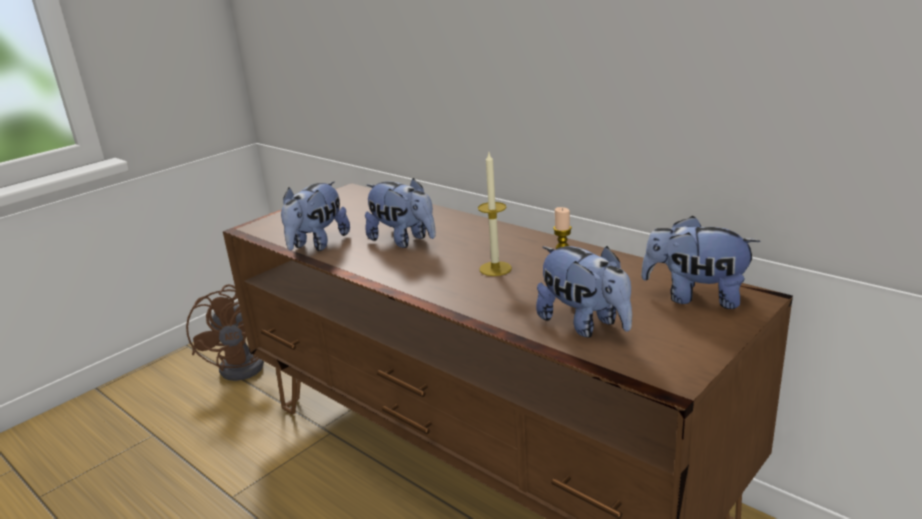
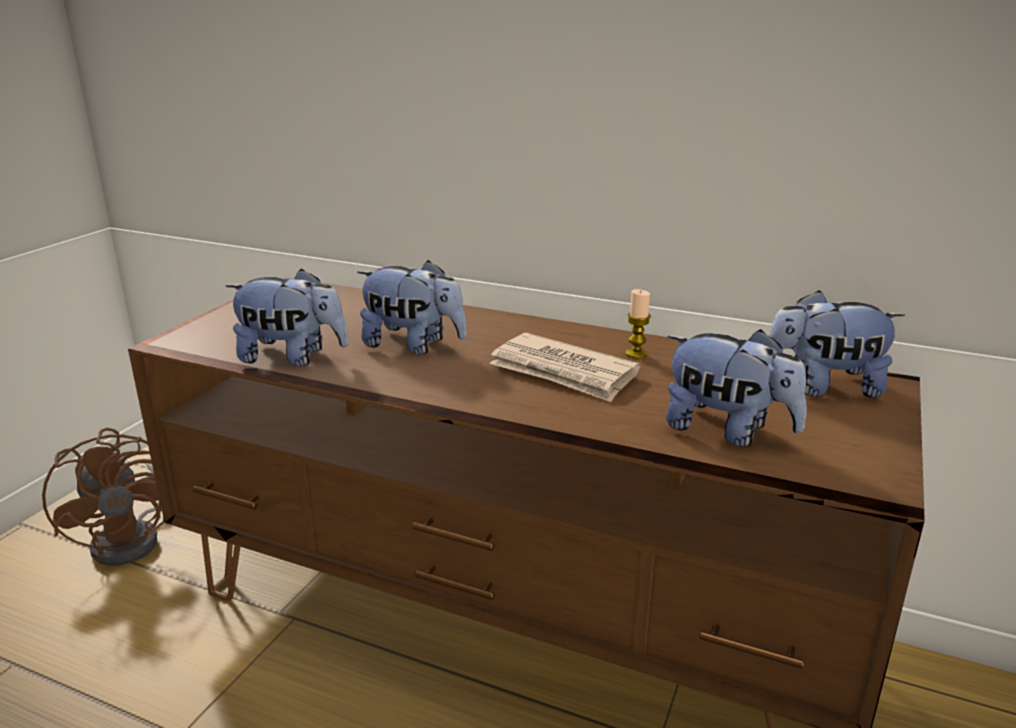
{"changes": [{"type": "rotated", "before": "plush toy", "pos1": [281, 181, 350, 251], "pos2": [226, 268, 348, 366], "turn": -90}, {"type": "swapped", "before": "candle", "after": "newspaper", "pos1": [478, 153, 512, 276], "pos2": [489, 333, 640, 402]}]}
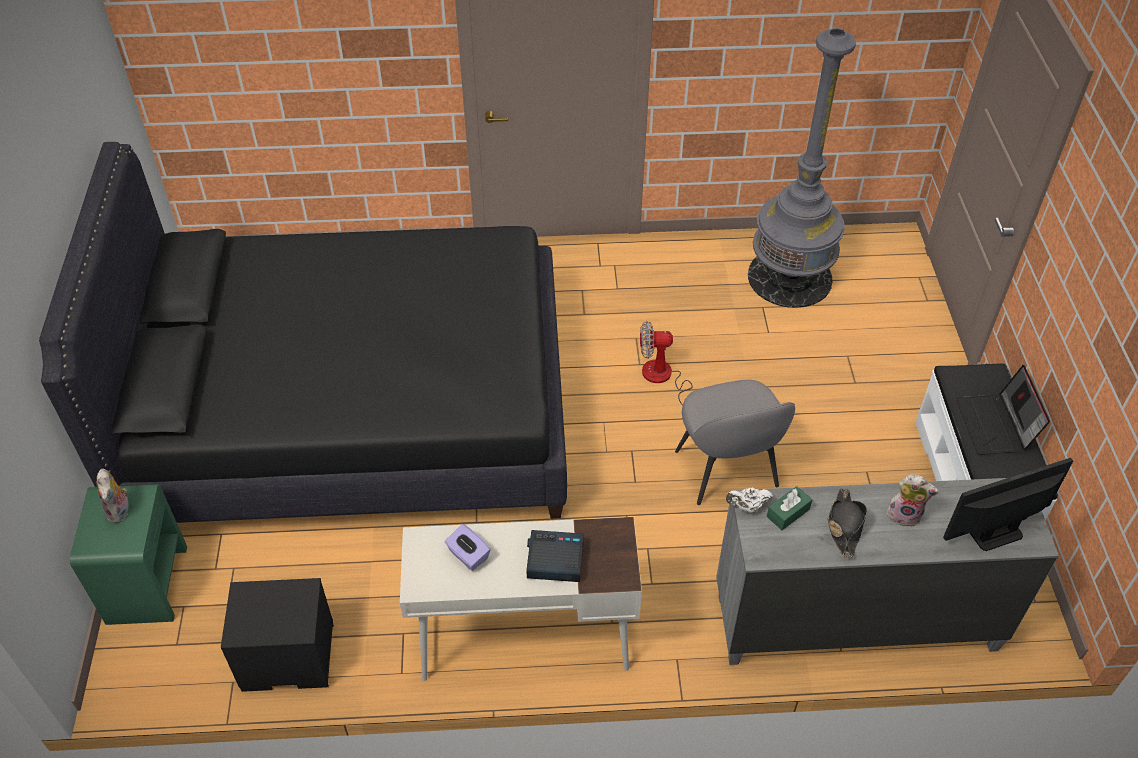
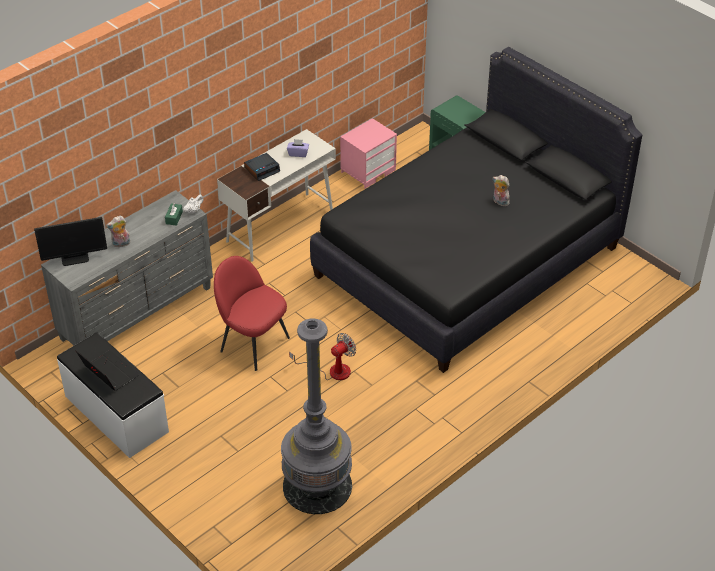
{"changes": [{"type": "shifted", "before": "plush toy", "pos1": [96, 469, 129, 523], "pos2": [493, 175, 510, 206]}, {"type": "repainted", "before": "black nightstand", "after": "pink nightstand", "pos1": [221, 578, 334, 692], "pos2": [340, 118, 397, 189]}, {"type": "repainted", "before": "grey chair", "after": "red chair", "pos1": [675, 379, 795, 505], "pos2": [214, 256, 290, 371]}, {"type": "gone", "before": "black hat", "pos1": [828, 488, 867, 558]}, {"type": "rotated", "before": "monitor", "pos1": [943, 458, 1073, 551], "pos2": [34, 217, 107, 266], "turn": 45}]}
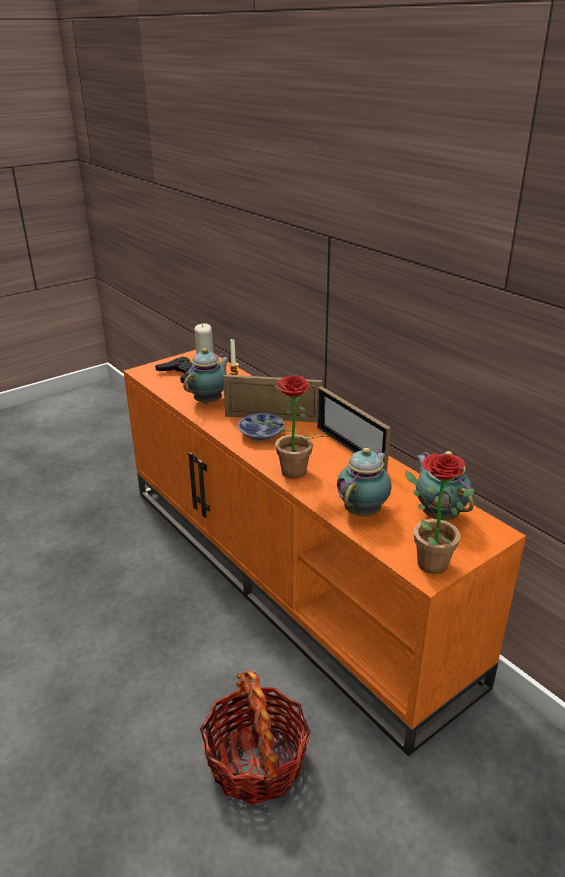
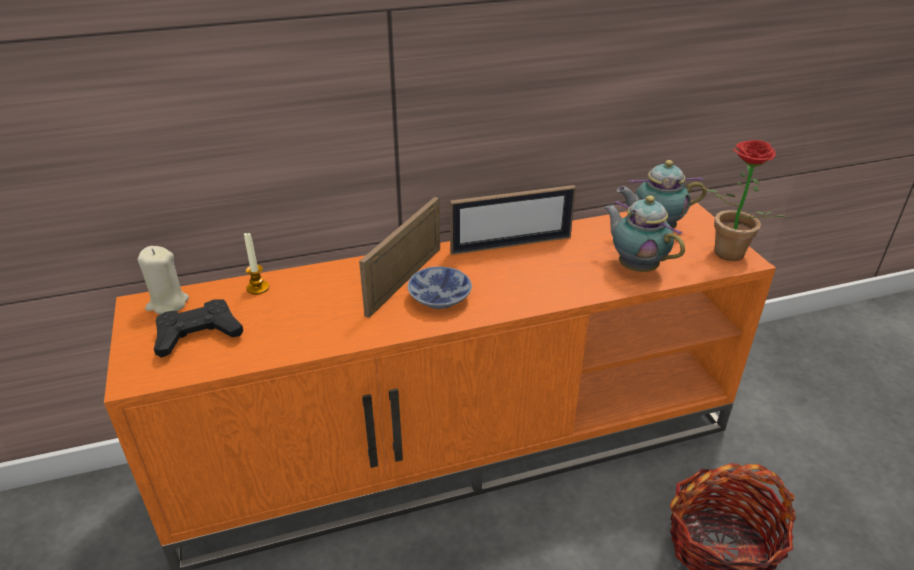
{"changes": [{"type": "gone", "before": "teapot", "pos1": [184, 348, 230, 404]}, {"type": "gone", "before": "potted plant", "pos1": [255, 375, 331, 479]}]}
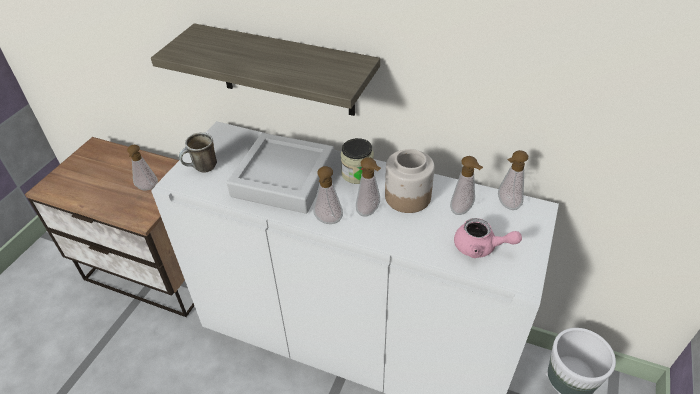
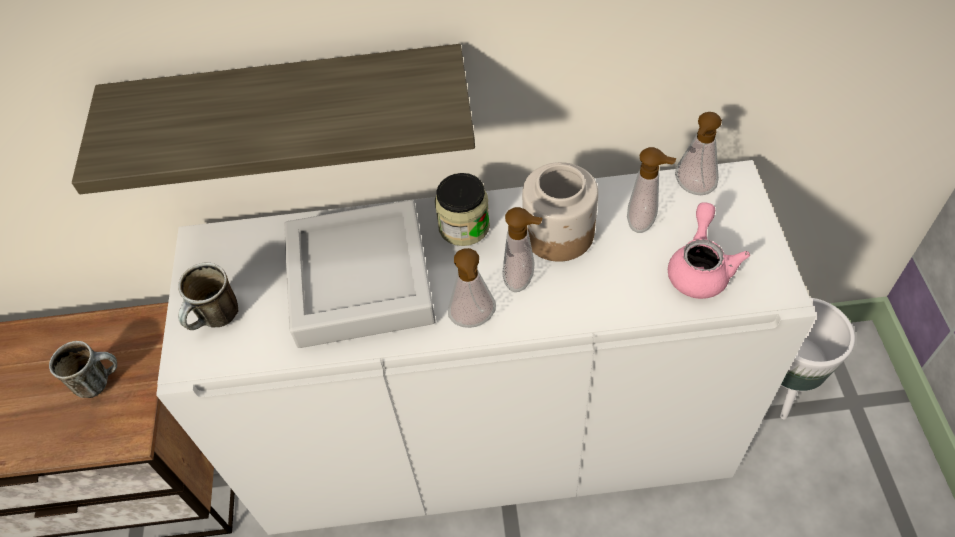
{"changes": [{"type": "swapped", "before": "soap dispenser", "after": "mug", "pos1": [127, 145, 158, 190], "pos2": [49, 341, 117, 398]}, {"type": "rotated", "before": "pink teapot", "pos1": [454, 218, 522, 258], "pos2": [668, 203, 750, 299], "turn": -75}]}
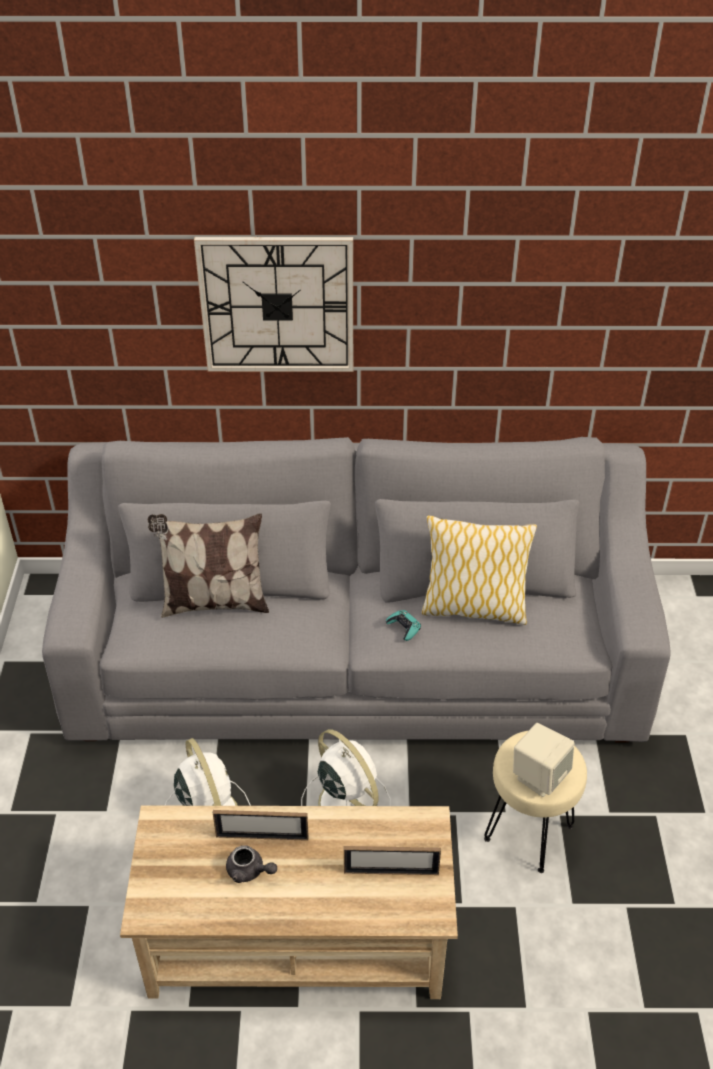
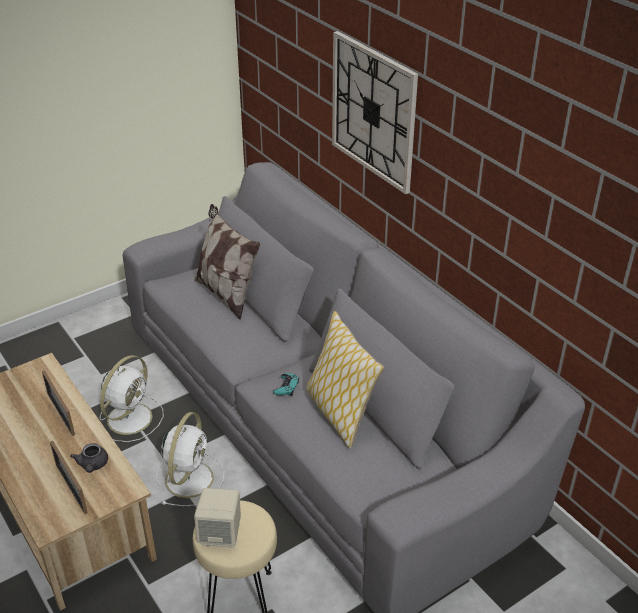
{"changes": [{"type": "shifted", "before": "grey teapot", "pos1": [226, 845, 277, 883], "pos2": [70, 443, 108, 473]}]}
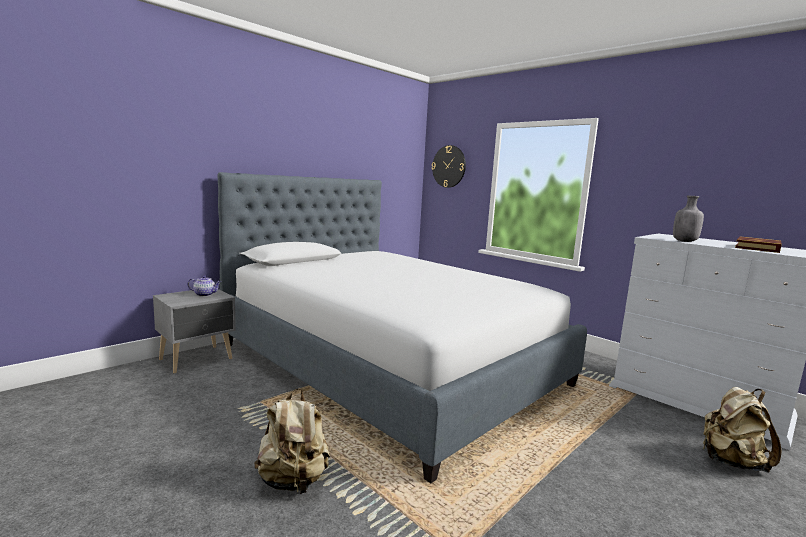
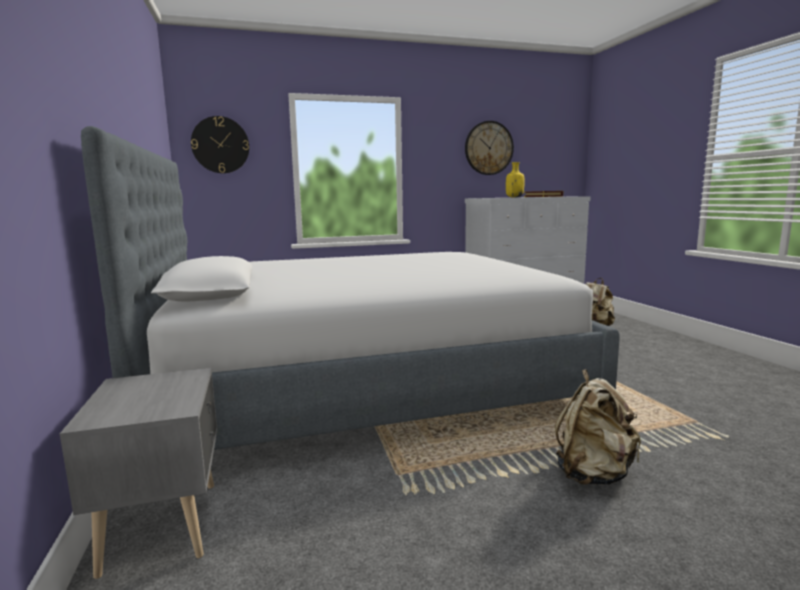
{"changes": [{"type": "gone", "before": "teapot", "pos1": [187, 275, 221, 296]}, {"type": "repainted", "before": "grey bottle", "after": "yellow bottle", "pos1": [673, 195, 704, 242], "pos2": [506, 162, 524, 197]}, {"type": "new", "after": "wall clock", "pos2": [465, 121, 514, 175]}]}
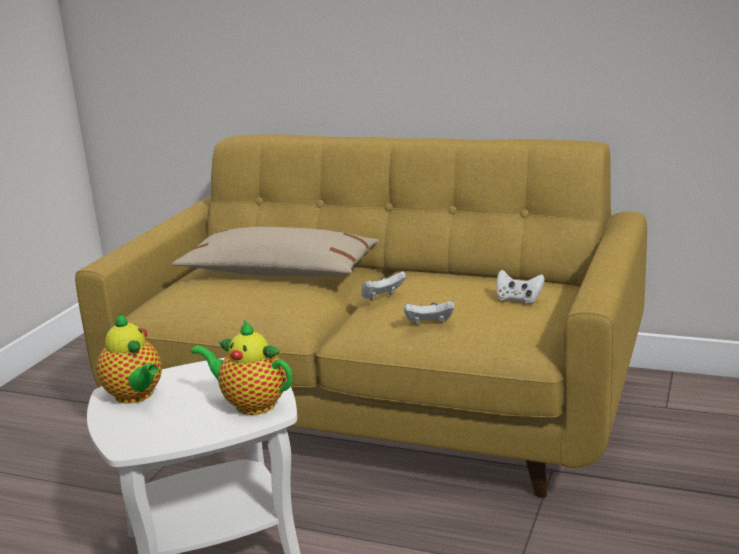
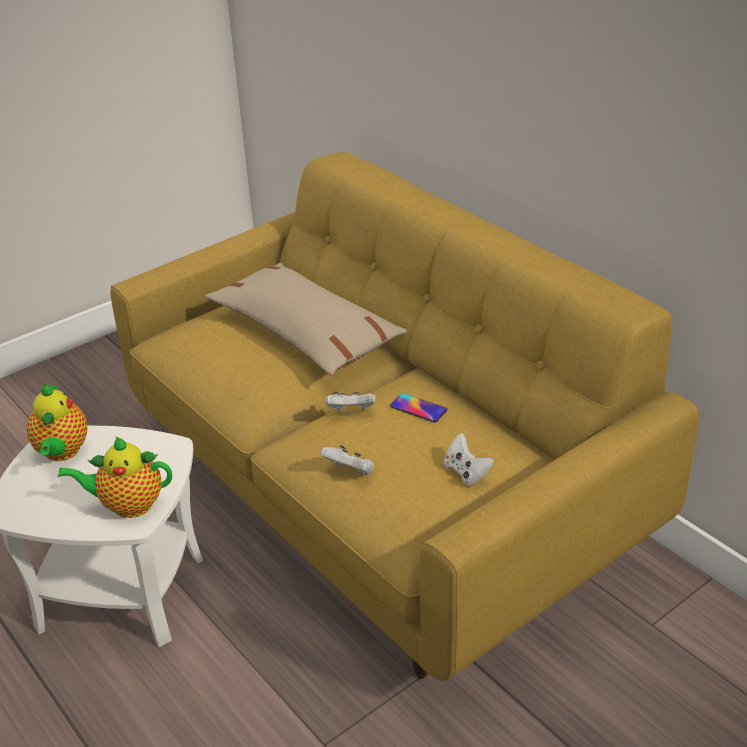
{"changes": [{"type": "rotated", "before": "teapot", "pos1": [191, 319, 293, 415], "pos2": [58, 436, 172, 518], "turn": -60}, {"type": "new", "after": "phone", "pos2": [390, 393, 448, 423]}]}
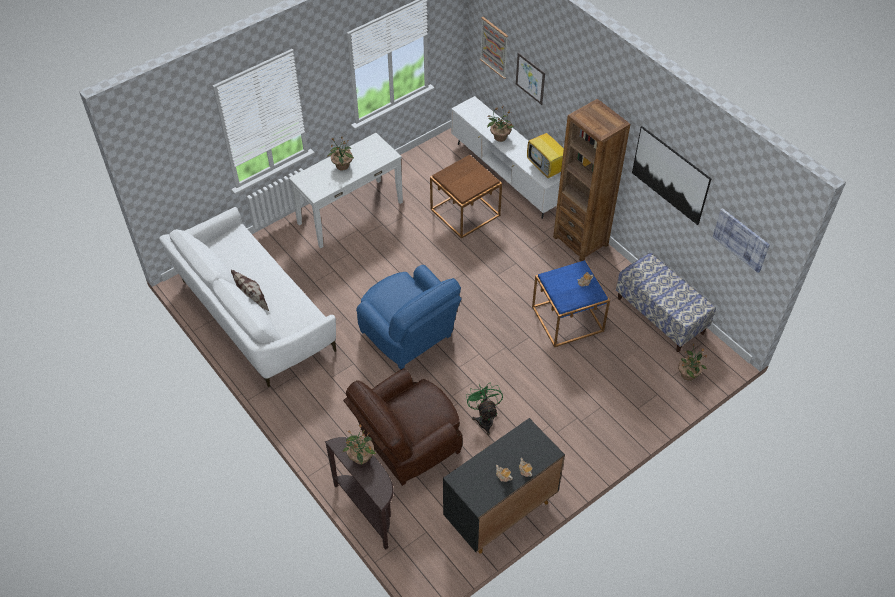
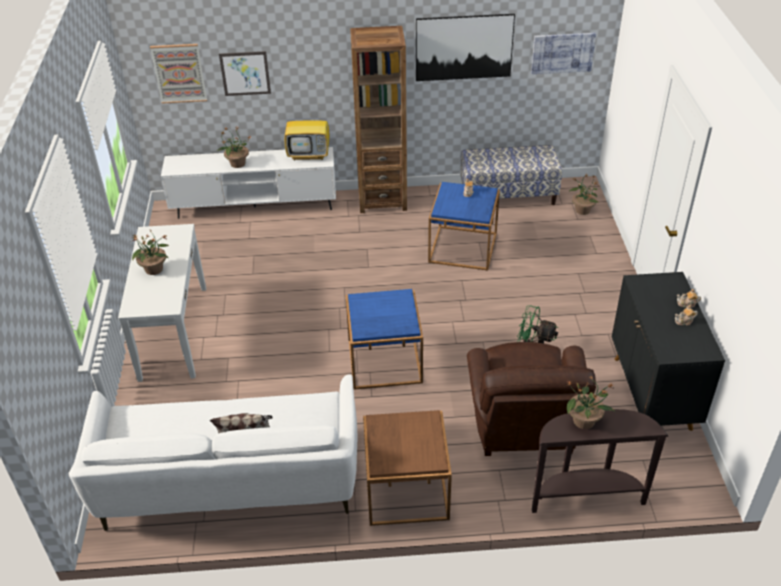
{"changes": [{"type": "swapped", "before": "blue armchair", "after": "blue side table", "pos1": [356, 265, 462, 369], "pos2": [346, 289, 423, 390]}, {"type": "shifted", "before": "brown side table", "pos1": [430, 155, 502, 239], "pos2": [363, 410, 452, 526]}]}
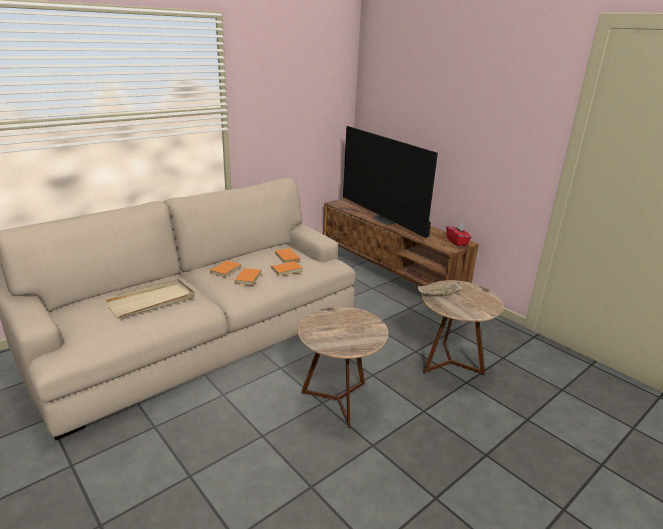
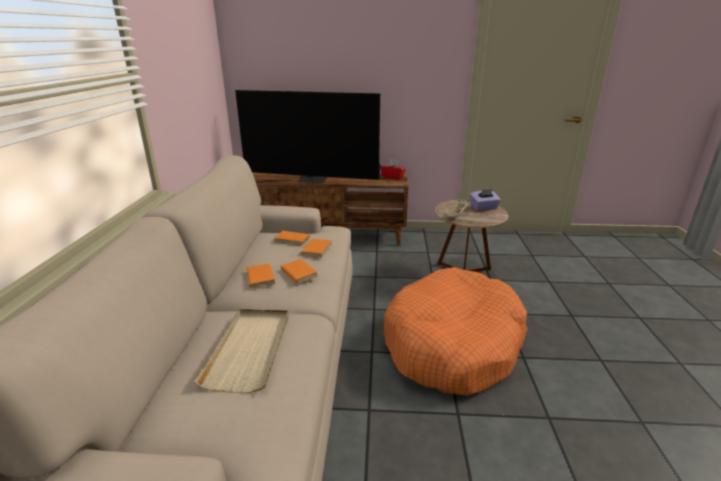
{"changes": [{"type": "swapped", "before": "brown side table", "after": "orange dog bed", "pos1": [297, 306, 388, 428], "pos2": [384, 267, 527, 396]}, {"type": "new", "after": "purple tissue box", "pos2": [469, 189, 501, 211]}]}
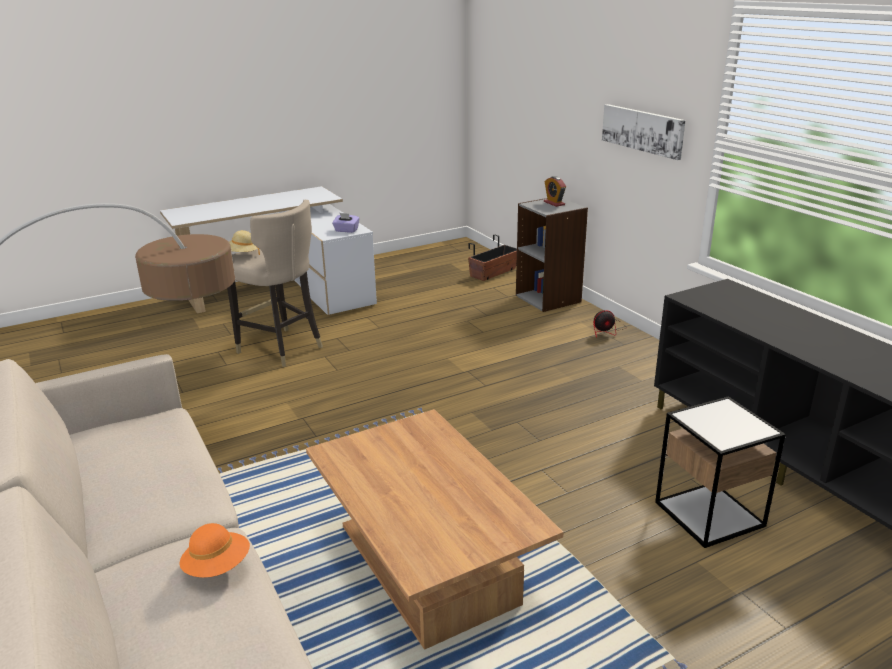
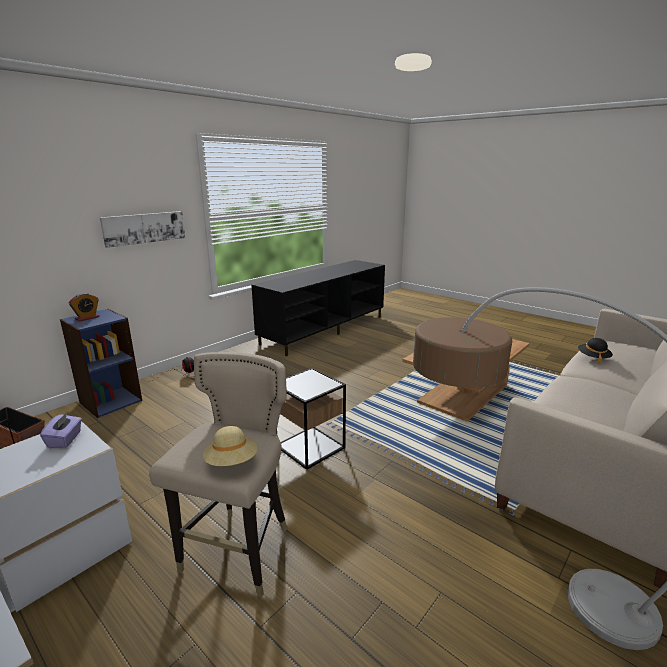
{"changes": [{"type": "repainted", "before": "orange hat", "after": "black hat", "pos1": [179, 523, 250, 578], "pos2": [578, 338, 613, 364]}, {"type": "repainted", "before": "grey bookcase", "after": "blue bookcase", "pos1": [516, 198, 588, 312], "pos2": [60, 309, 142, 418]}, {"type": "shifted", "before": "side table", "pos1": [655, 396, 786, 548], "pos2": [280, 368, 346, 470]}]}
